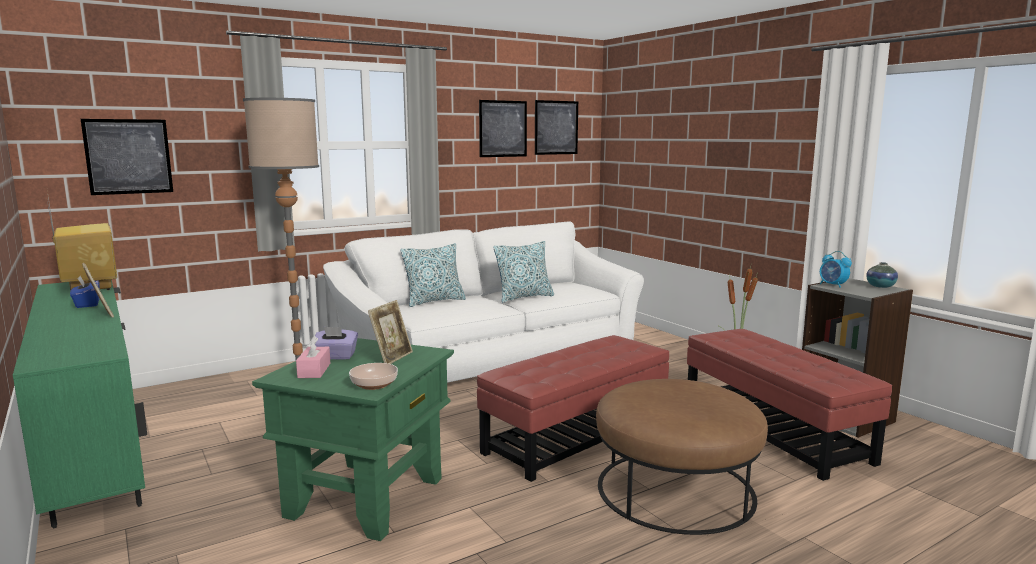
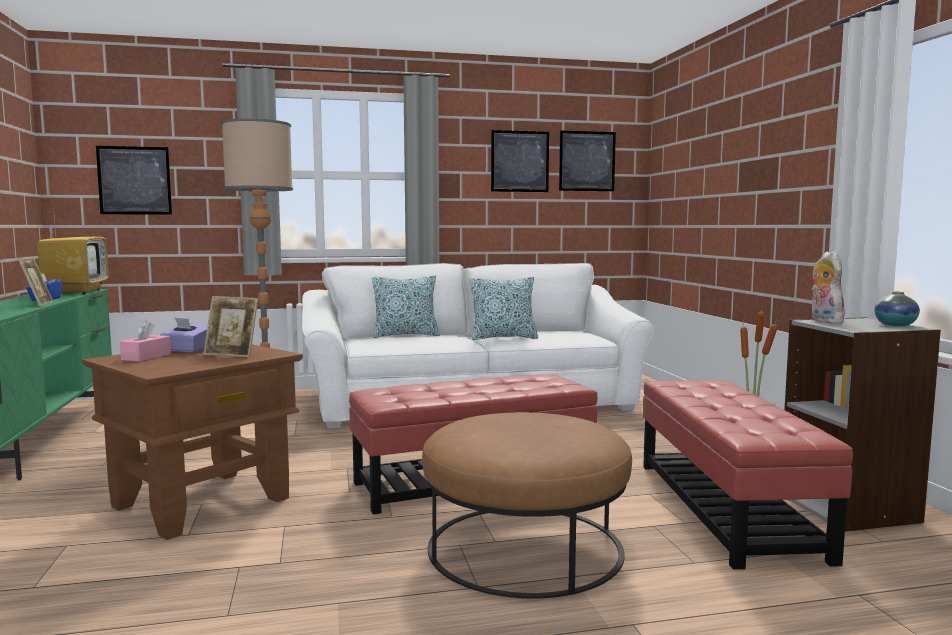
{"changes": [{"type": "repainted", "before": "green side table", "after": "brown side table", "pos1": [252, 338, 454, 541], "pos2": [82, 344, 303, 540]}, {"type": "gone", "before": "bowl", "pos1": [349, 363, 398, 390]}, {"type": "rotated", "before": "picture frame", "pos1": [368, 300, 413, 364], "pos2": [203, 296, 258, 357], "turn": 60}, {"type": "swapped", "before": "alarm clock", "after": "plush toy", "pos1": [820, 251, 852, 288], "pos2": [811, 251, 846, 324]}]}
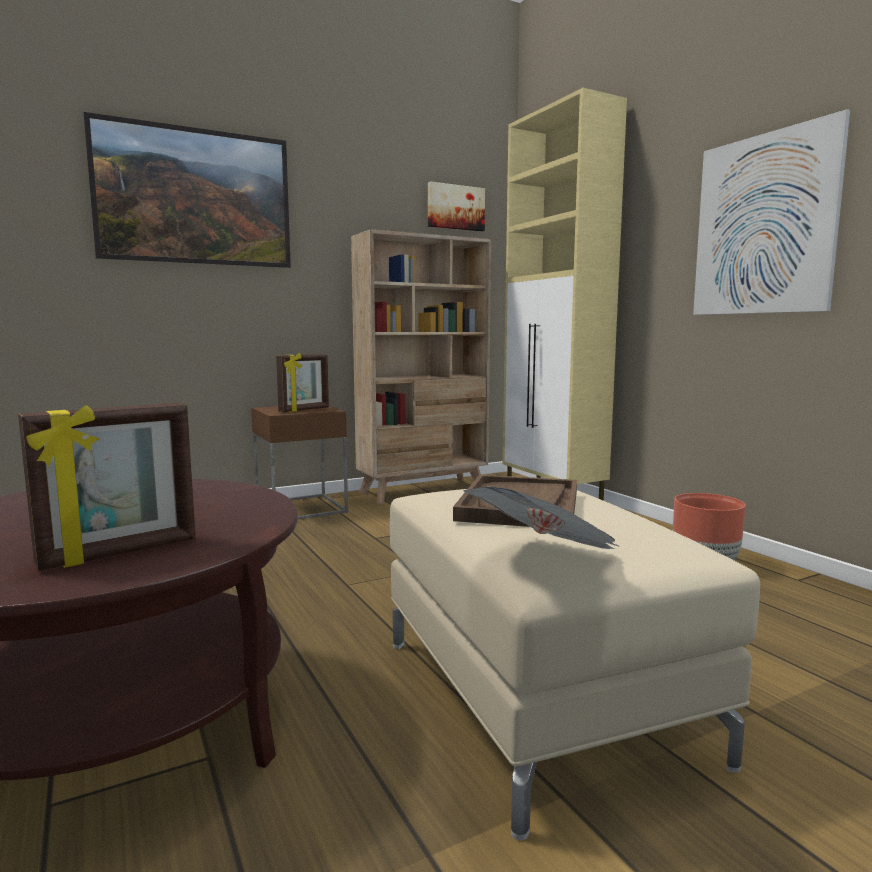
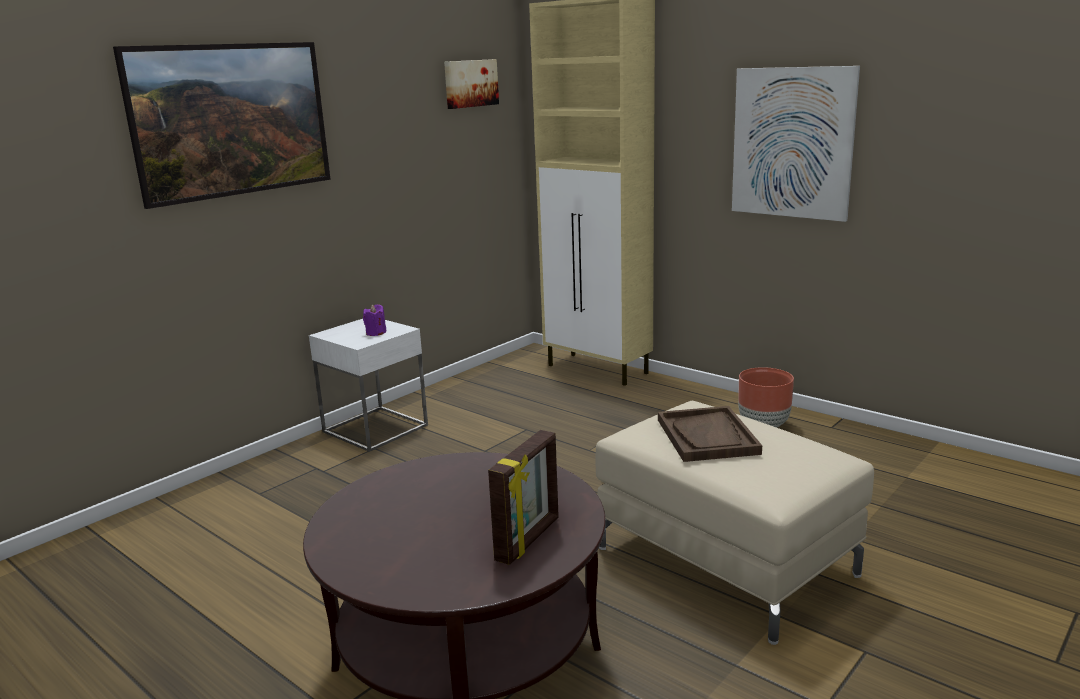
{"changes": [{"type": "repainted", "before": "brown side table", "after": "white side table", "pos1": [251, 406, 348, 519], "pos2": [309, 319, 428, 452]}, {"type": "swapped", "before": "picture frame", "after": "purple candle", "pos1": [276, 353, 329, 412], "pos2": [363, 304, 386, 336]}, {"type": "gone", "before": "beige bookcase", "pos1": [351, 229, 491, 504]}, {"type": "gone", "before": "newspaper", "pos1": [463, 487, 620, 549]}]}
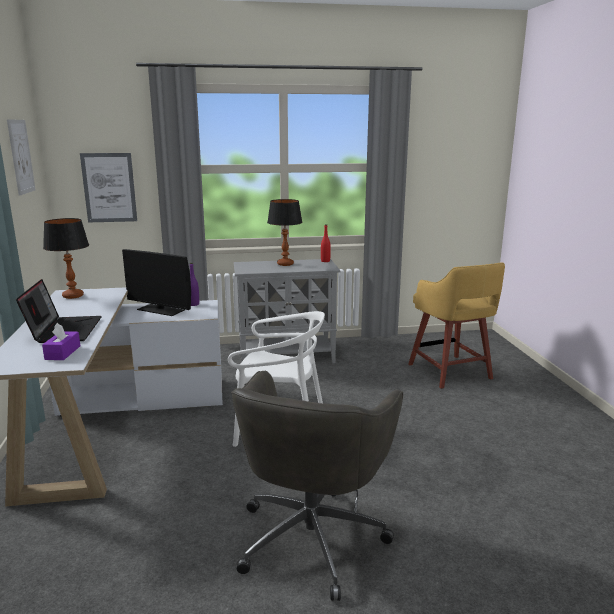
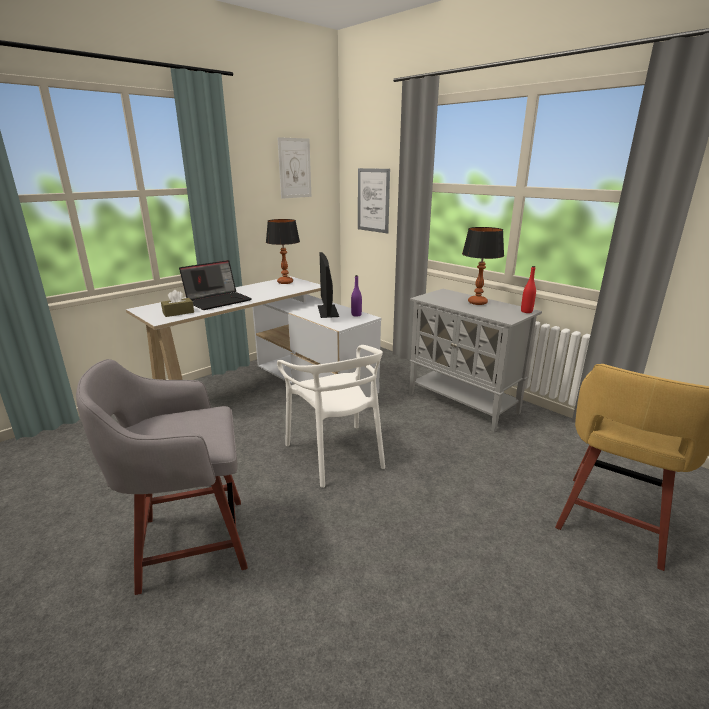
{"changes": [{"type": "repainted", "before": "purple tissue box", "after": "brown tissue box", "pos1": [42, 323, 80, 360], "pos2": [161, 290, 194, 317]}, {"type": "swapped", "before": "grey office chair", "after": "grey stool", "pos1": [231, 371, 403, 601], "pos2": [76, 359, 248, 595]}]}
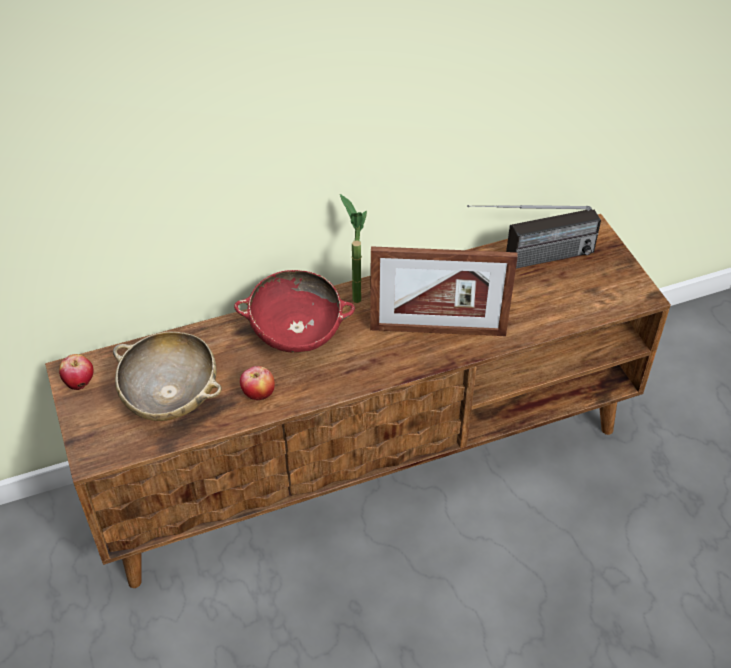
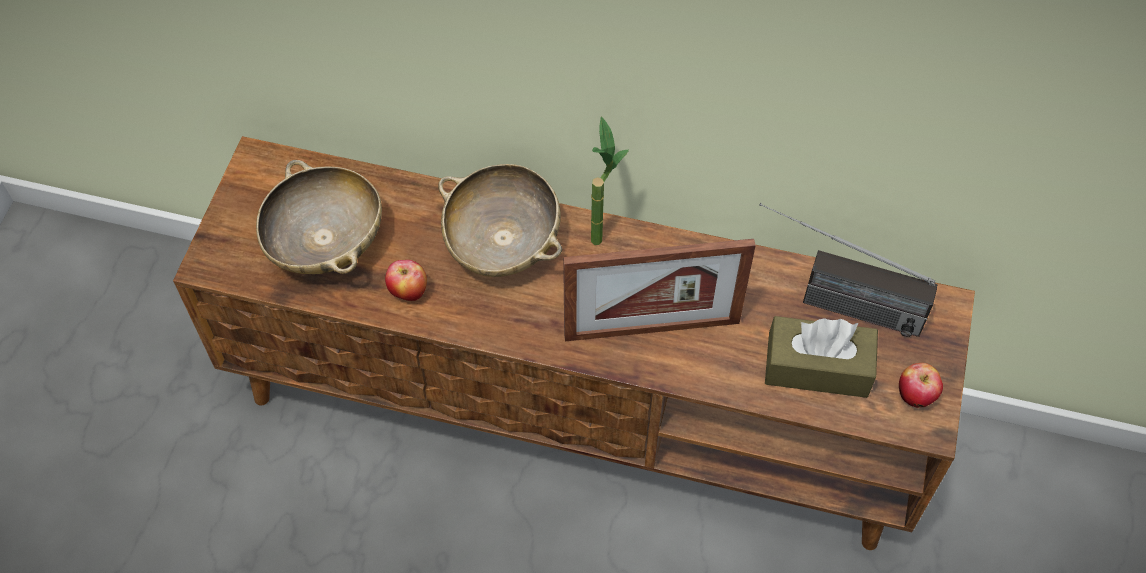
{"changes": [{"type": "shifted", "before": "apple", "pos1": [59, 354, 94, 390], "pos2": [899, 363, 943, 408]}, {"type": "repainted", "before": "red bowl", "after": "beige bowl", "pos1": [234, 270, 355, 353], "pos2": [438, 164, 562, 277]}, {"type": "rotated", "before": "picture frame", "pos1": [370, 246, 518, 336], "pos2": [563, 239, 756, 341], "turn": -45}, {"type": "new", "after": "brown tissue box", "pos2": [765, 316, 878, 398]}]}
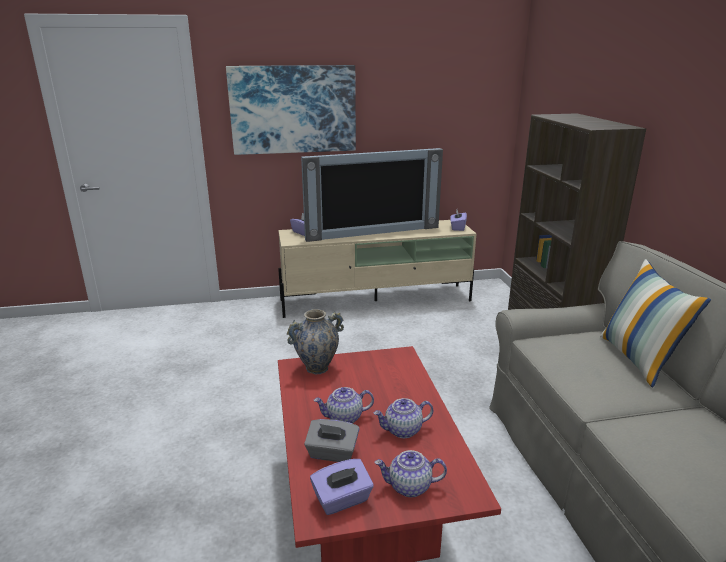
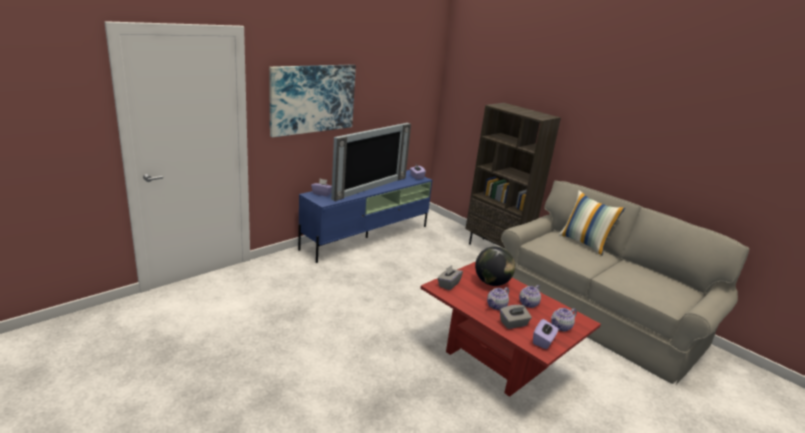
{"changes": [{"type": "repainted", "before": "beige tv stand", "after": "blue tv stand", "pos1": [278, 220, 477, 318], "pos2": [298, 170, 432, 263]}, {"type": "swapped", "before": "vase", "after": "grey tissue box", "pos1": [287, 309, 344, 374], "pos2": [437, 265, 463, 290]}, {"type": "new", "after": "globe", "pos2": [475, 246, 515, 286]}]}
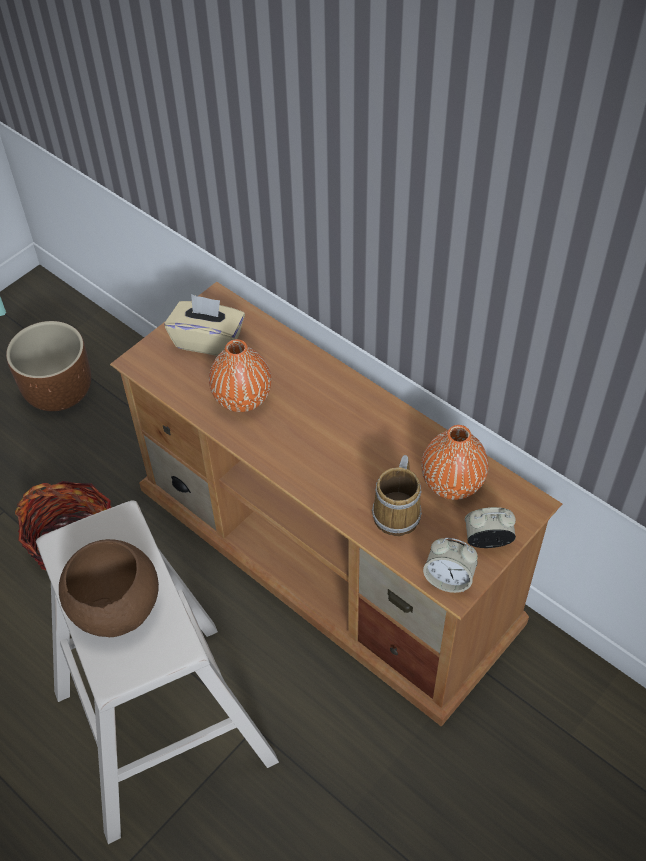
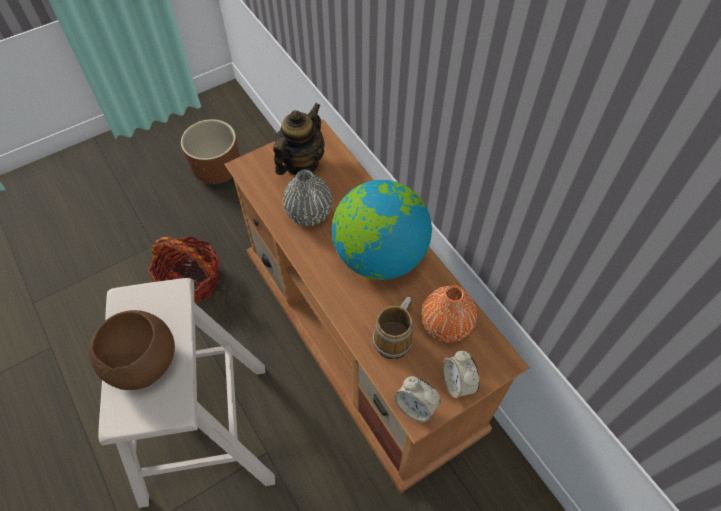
{"changes": [{"type": "swapped", "before": "beige tissue box", "after": "teapot", "pos1": [165, 294, 245, 356], "pos2": [273, 103, 325, 175]}, {"type": "repainted", "before": "orange vase", "after": "grey vase", "pos1": [209, 339, 271, 412], "pos2": [283, 170, 332, 226]}, {"type": "rotated", "before": "alarm clock", "pos1": [465, 507, 516, 548], "pos2": [443, 351, 480, 398], "turn": -120}, {"type": "new", "after": "globe", "pos2": [332, 180, 432, 280]}]}
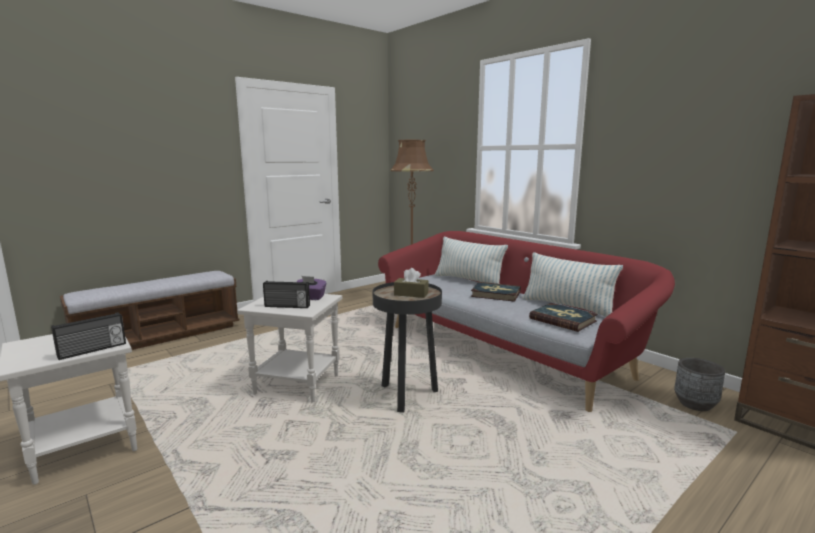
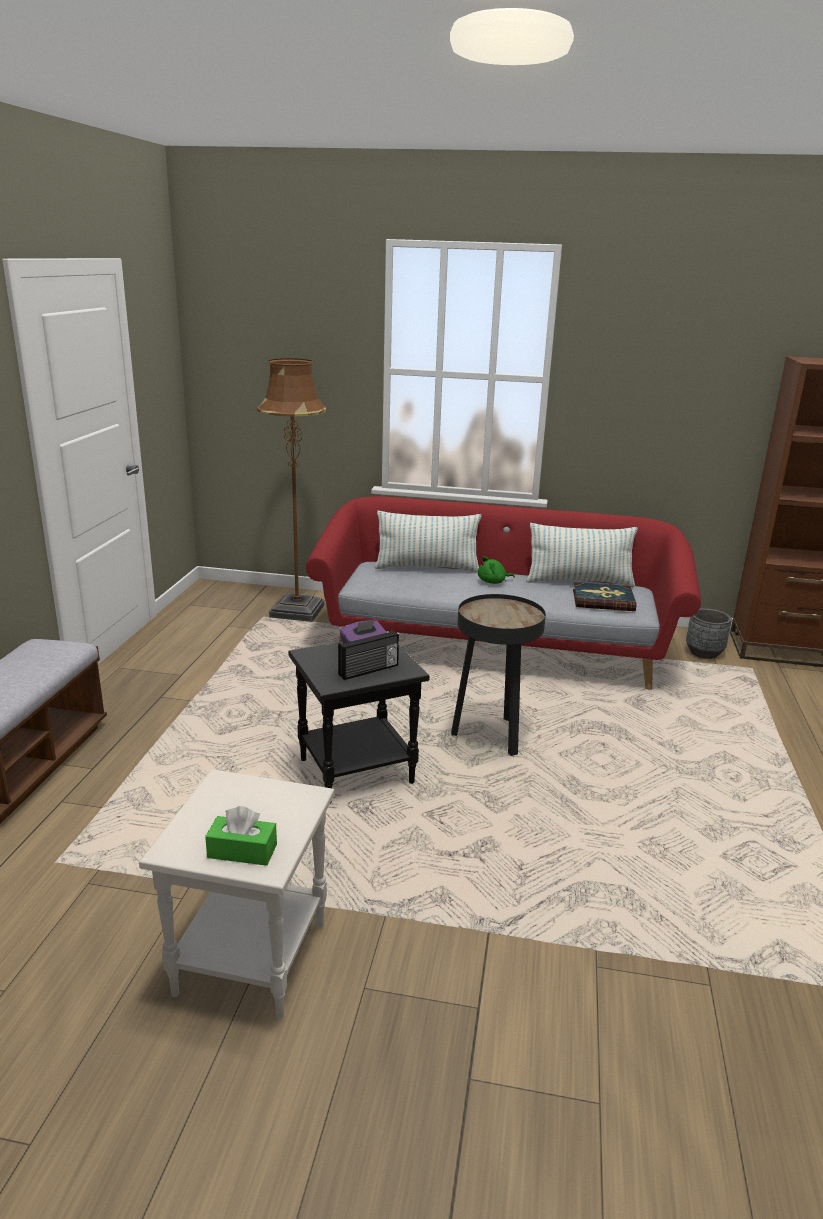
{"changes": [{"type": "gone", "before": "radio", "pos1": [51, 312, 126, 360]}, {"type": "repainted", "before": "white side table", "after": "black side table", "pos1": [237, 294, 342, 403], "pos2": [288, 642, 430, 804]}, {"type": "gone", "before": "brown tissue box", "pos1": [394, 268, 428, 298]}, {"type": "swapped", "before": "book", "after": "green plush toy", "pos1": [471, 282, 521, 302], "pos2": [478, 556, 515, 584]}, {"type": "new", "after": "green tissue box", "pos2": [205, 806, 277, 866]}]}
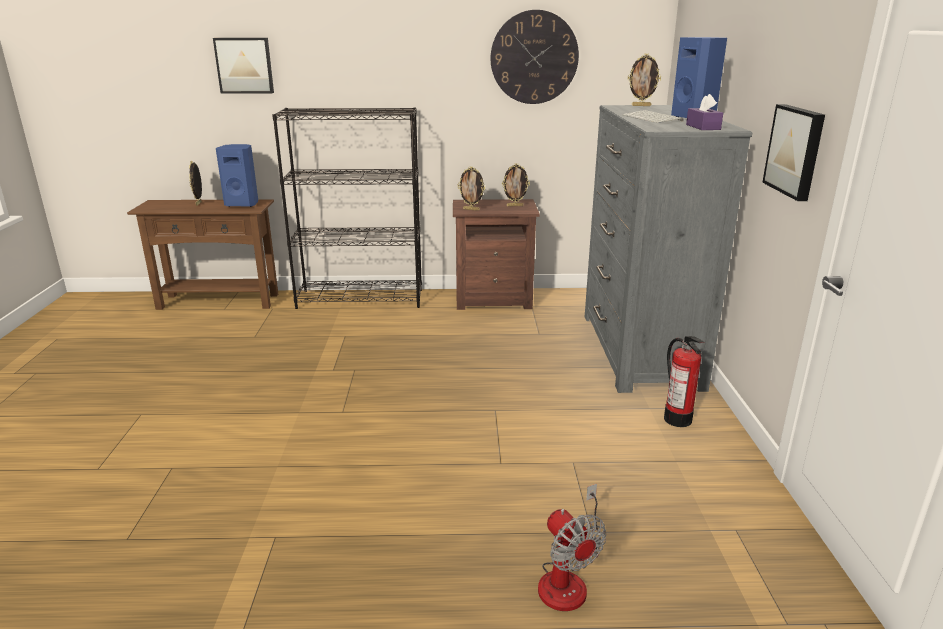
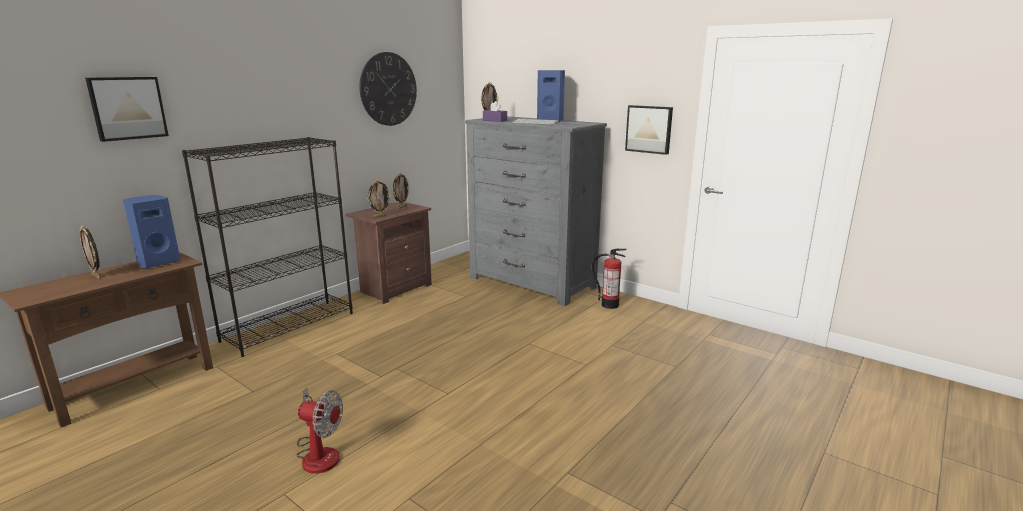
{"changes": [{"type": "shifted", "before": "fan", "pos1": [538, 484, 606, 611], "pos2": [297, 387, 343, 474]}, {"type": "shifted", "before": "purple tissue box", "pos1": [686, 94, 723, 130], "pos2": [483, 101, 507, 122]}]}
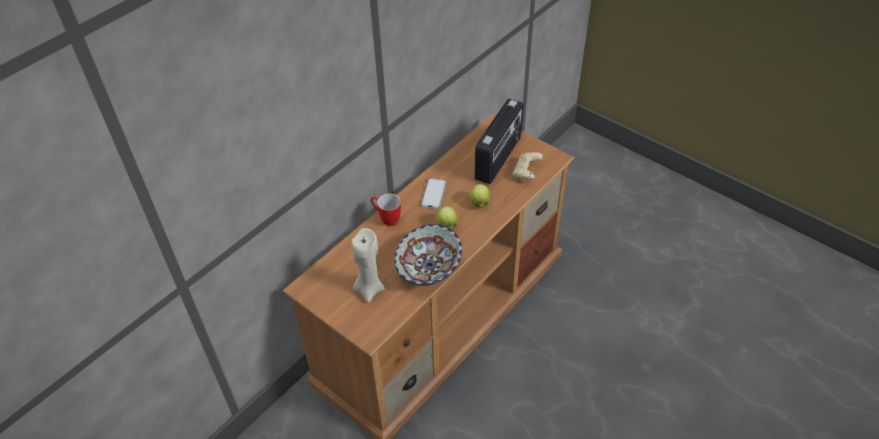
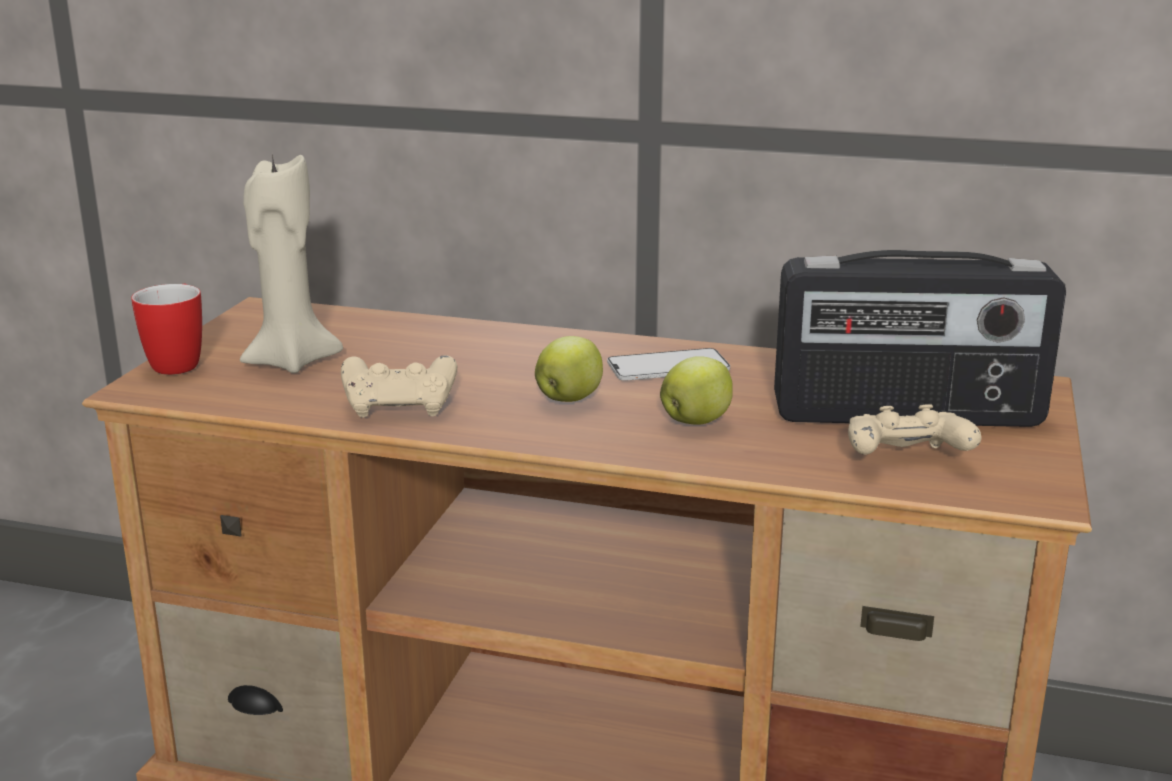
{"changes": [{"type": "shifted", "before": "mug", "pos1": [371, 193, 401, 226], "pos2": [131, 284, 202, 375]}, {"type": "swapped", "before": "bowl", "after": "beige game controller", "pos1": [395, 224, 462, 286], "pos2": [341, 355, 457, 418]}]}
